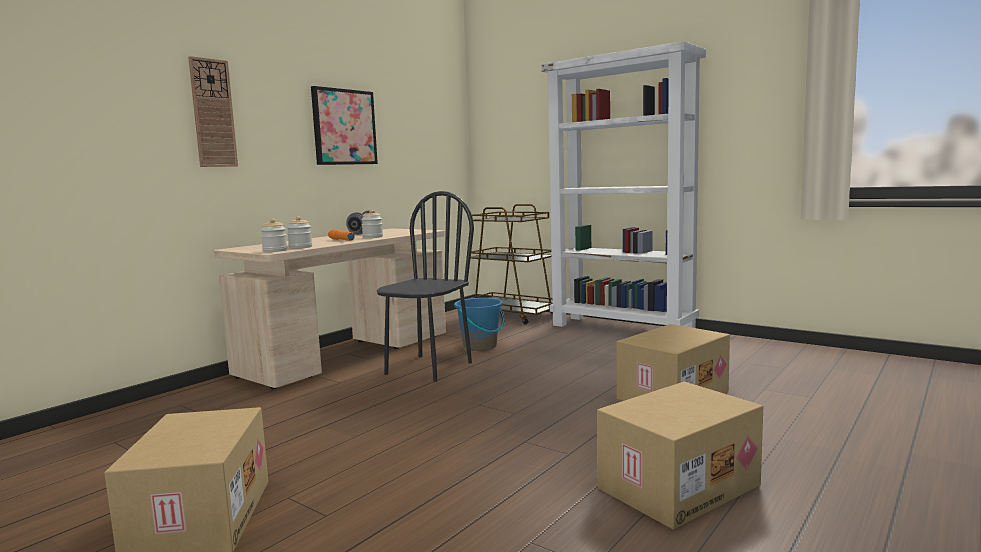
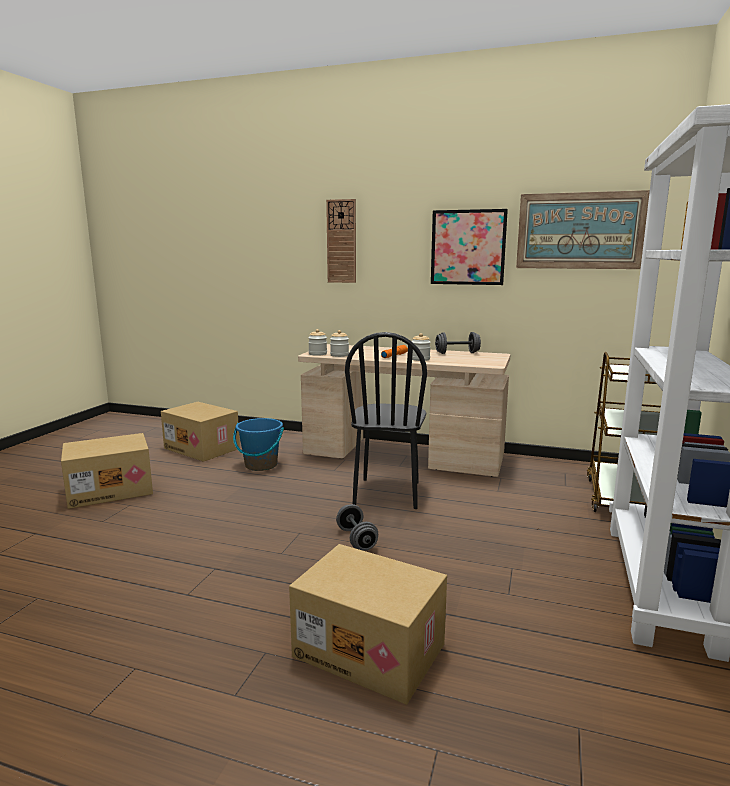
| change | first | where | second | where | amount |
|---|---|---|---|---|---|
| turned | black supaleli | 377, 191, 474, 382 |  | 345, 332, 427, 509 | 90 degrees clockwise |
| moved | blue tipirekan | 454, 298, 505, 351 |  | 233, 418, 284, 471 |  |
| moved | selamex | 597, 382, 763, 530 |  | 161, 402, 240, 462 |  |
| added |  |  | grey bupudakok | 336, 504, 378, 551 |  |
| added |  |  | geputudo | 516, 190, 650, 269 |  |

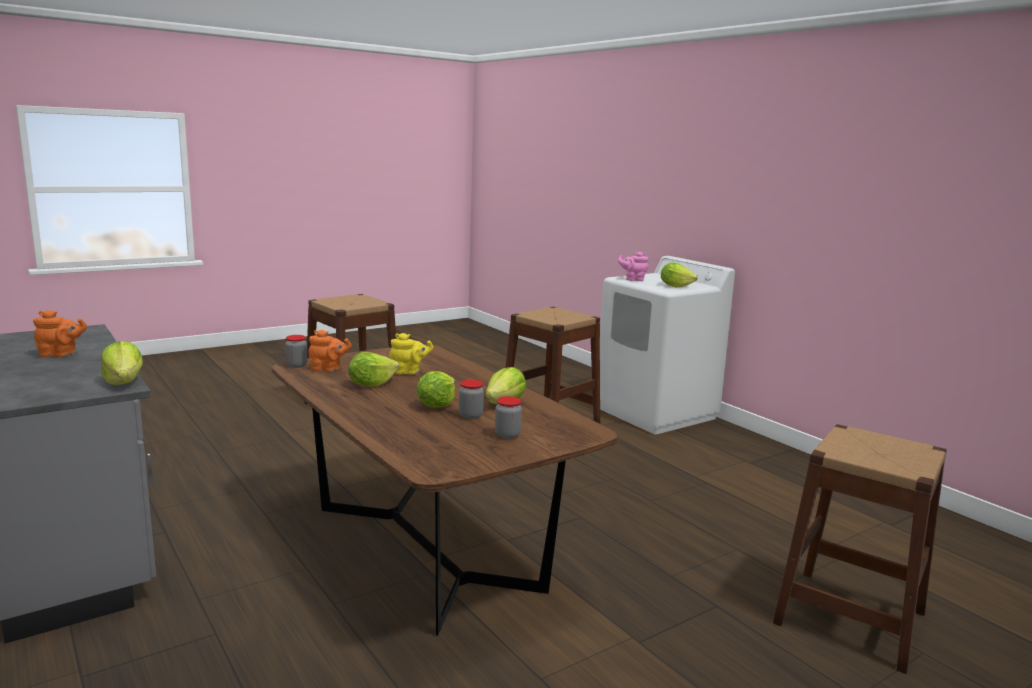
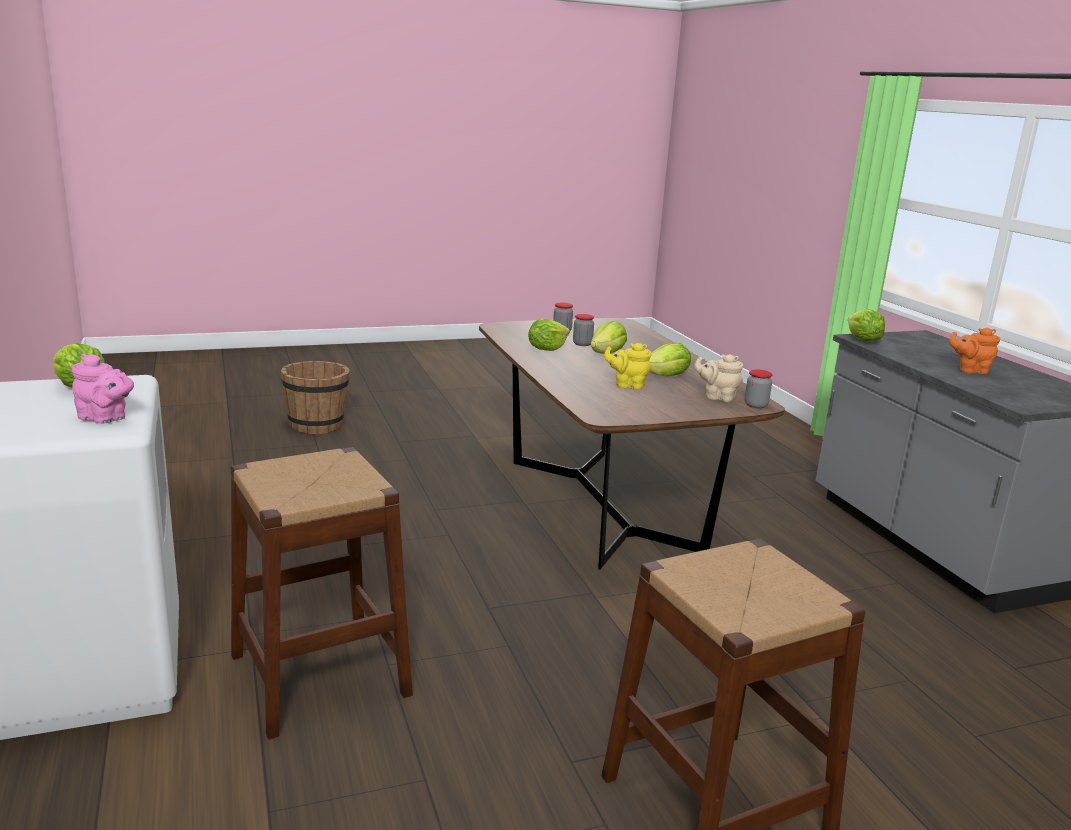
| change | first | where | second | where | amount |
|---|---|---|---|---|---|
| recoloured | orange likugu | 308, 330, 352, 372 | beige likugu | 694, 354, 743, 402 |  |
| replaced | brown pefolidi | 773, 424, 947, 674 | brown tipirekan | 280, 361, 350, 434 |  |

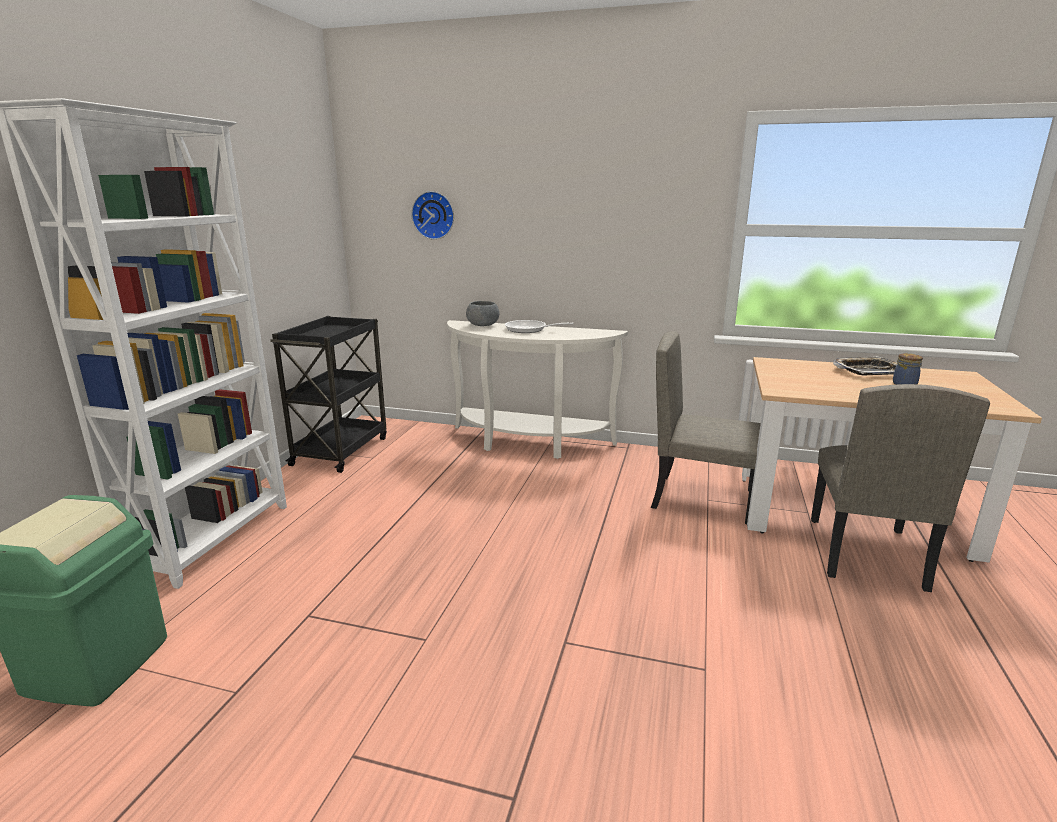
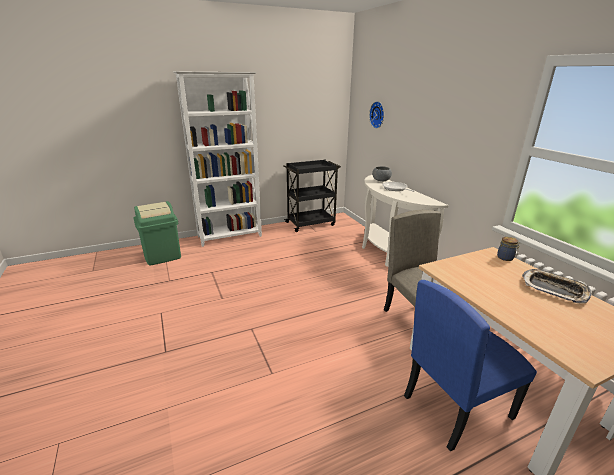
| change | first | where | second | where | amount |
|---|---|---|---|---|---|
| recoloured | beige supaleli | 811, 384, 990, 592 | blue supaleli | 404, 280, 537, 451 |  |
| moved | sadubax | 893, 353, 923, 385 |  | 497, 237, 519, 261 |  |

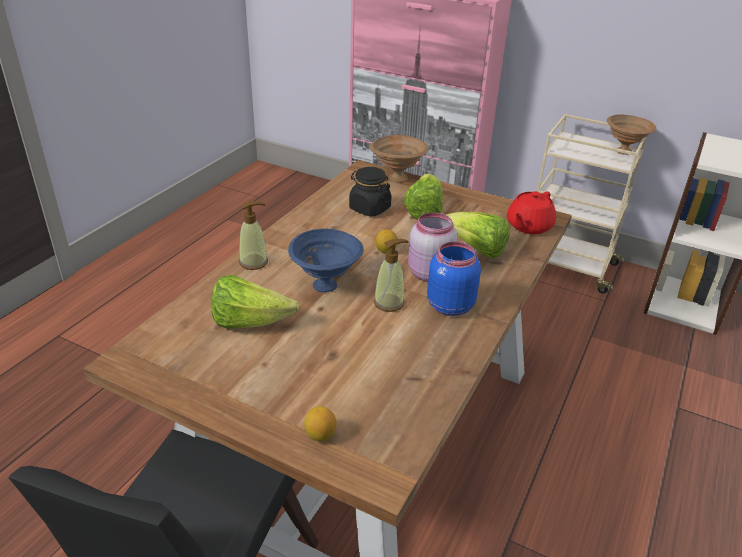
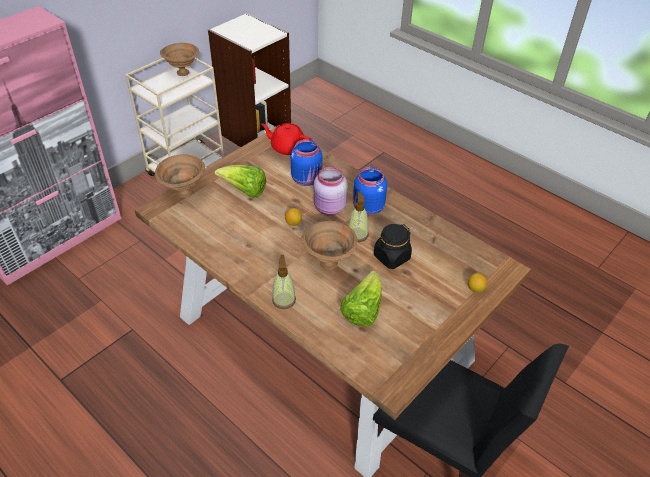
| change | first | where | second | where | amount |
|---|---|---|---|---|---|
| recoloured | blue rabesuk | 288, 229, 364, 292 | brown rabesuk | 302, 221, 357, 270 |  |
| moved | black sadubax | 349, 167, 391, 217 |  | 374, 224, 412, 269 |  |
| replaced | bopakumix | 446, 212, 510, 259 | blue sadubax | 291, 139, 323, 186 |  |
| turned | red likugu | 507, 191, 556, 234 |  | 261, 123, 312, 155 | 150 degrees clockwise |

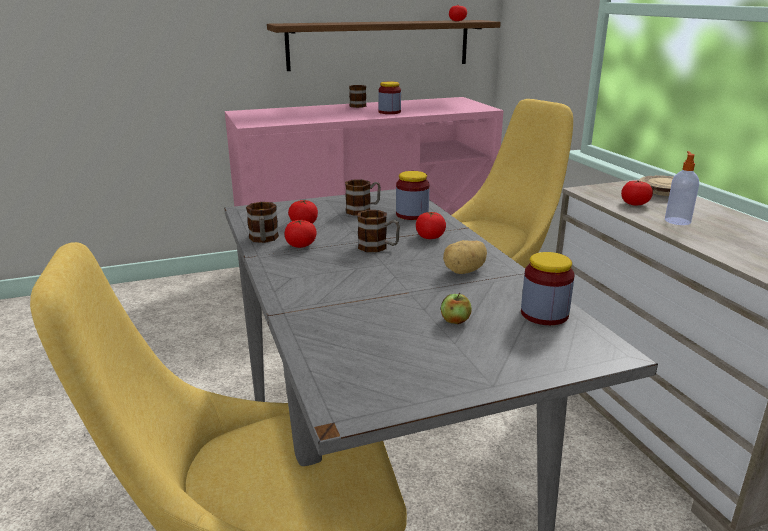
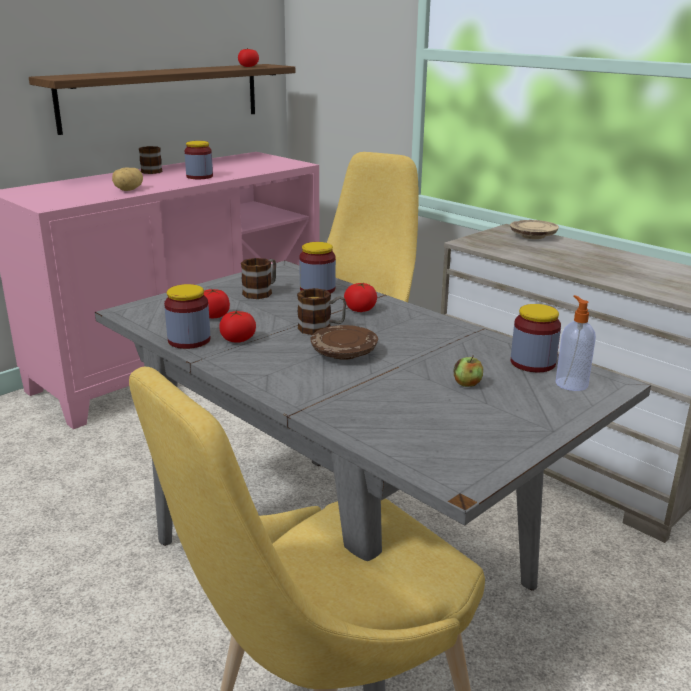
| change | first | where | second | where | amount |
|---|---|---|---|---|---|
| replaced | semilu | 246, 202, 279, 243 | sadubax | 164, 284, 210, 349 |  |
| moved | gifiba | 443, 240, 487, 274 |  | 112, 167, 143, 191 |  |
| removed | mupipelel | 621, 180, 653, 206 |  |  |  |
| moved | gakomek | 665, 151, 699, 225 |  | 555, 295, 596, 391 |  |
| added |  |  | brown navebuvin | 310, 325, 378, 360 |  |

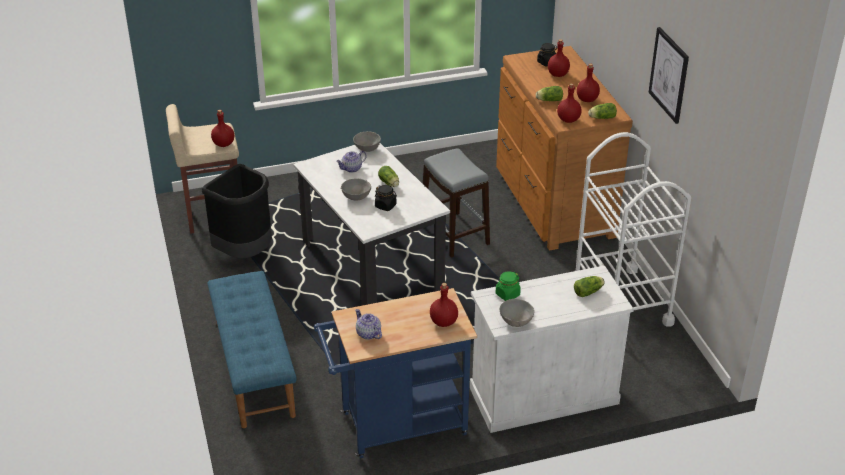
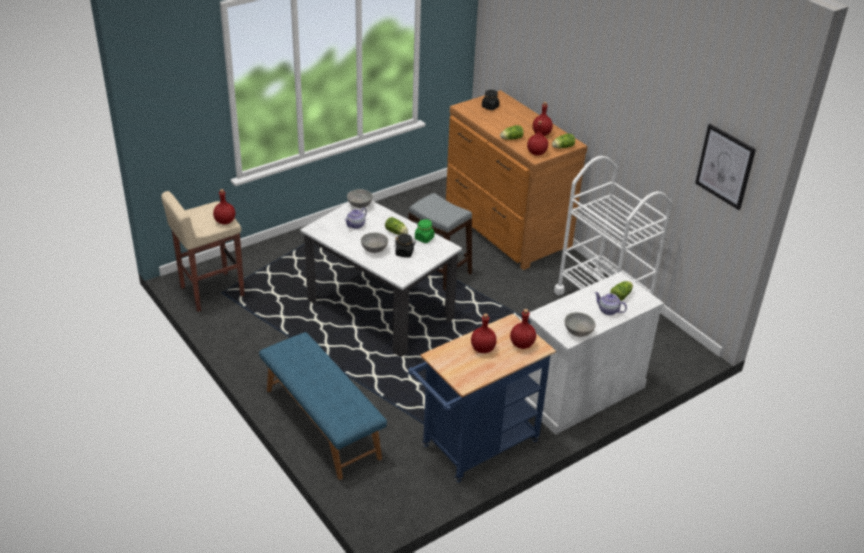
| change | first | where | second | where | amount |
|---|---|---|---|---|---|
| removed | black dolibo | 202, 164, 272, 258 |  |  |  |
| moved | likugu | 355, 309, 382, 340 |  | 595, 292, 627, 315 |  |
| moved | green sadubax | 496, 271, 521, 301 |  | 415, 219, 434, 243 |  |
| moved | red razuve | 548, 39, 570, 77 |  | 471, 313, 497, 353 |  |
| moved | geputudo | 648, 27, 689, 124 |  | 695, 124, 756, 210 |  |

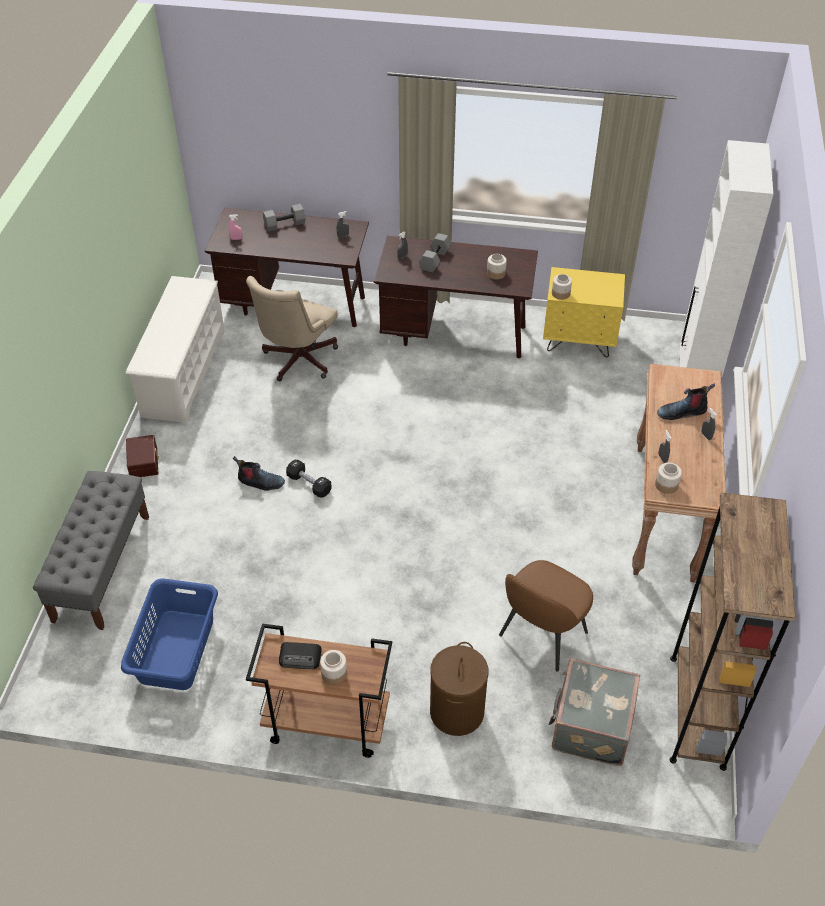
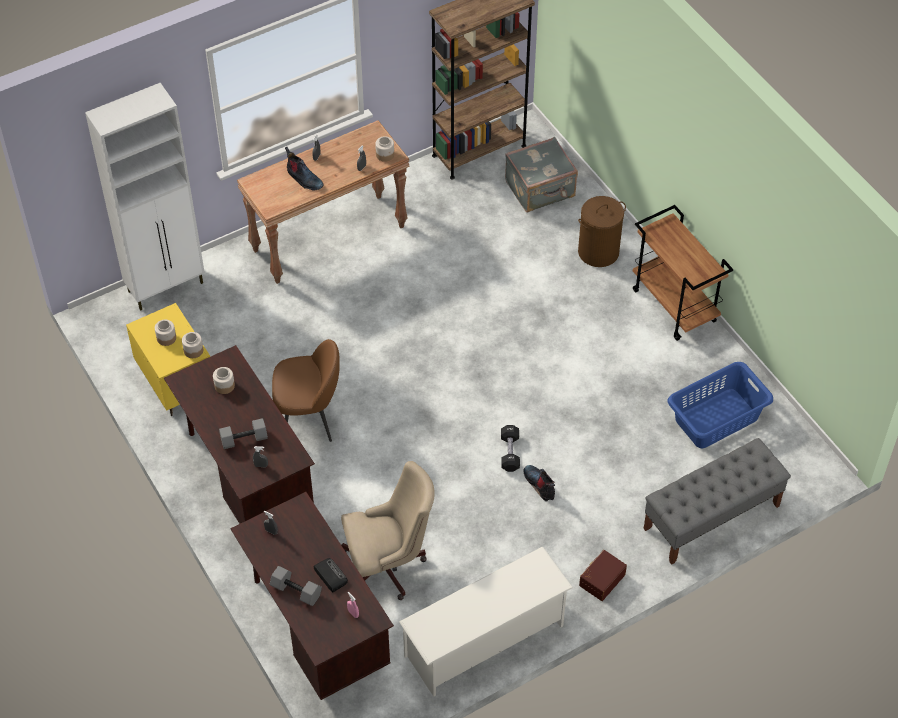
| change | first | where | second | where | amount |
|---|---|---|---|---|---|
| moved | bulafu | 279, 642, 322, 669 |  | 314, 558, 348, 592 |  |
| moved | sadubax | 320, 650, 347, 685 |  | 155, 320, 176, 346 |  |
| moved | brown supaleli | 499, 560, 593, 672 |  | 272, 339, 340, 442 |  |

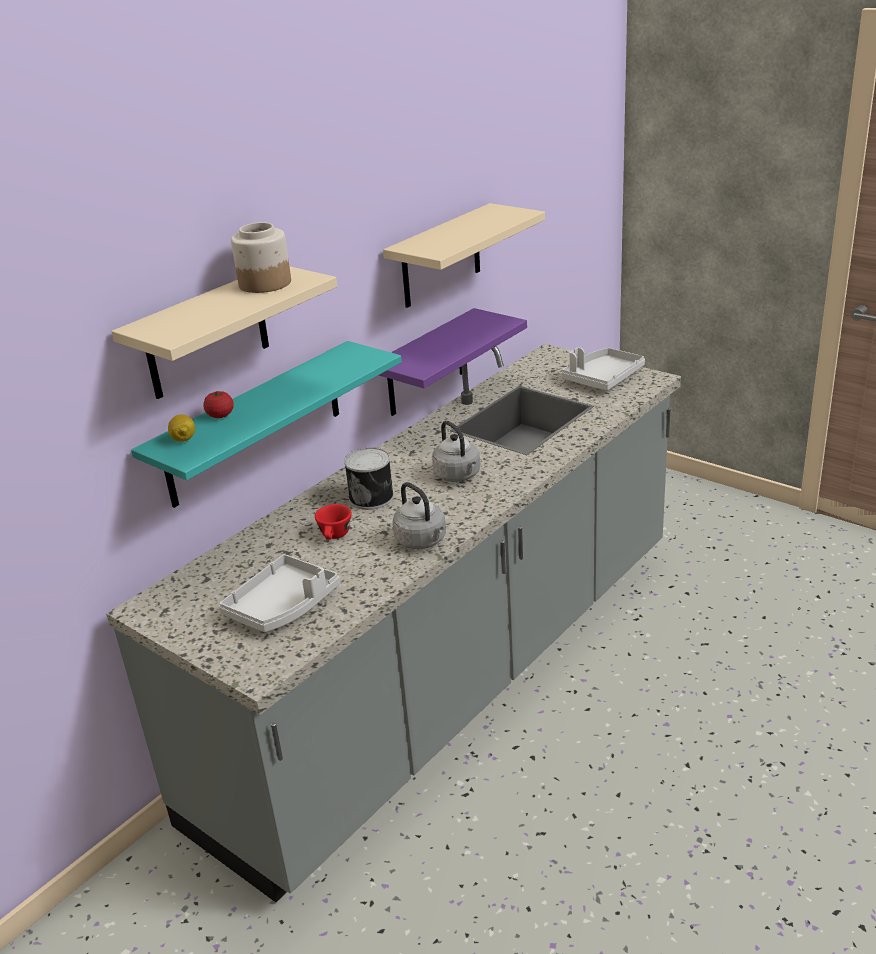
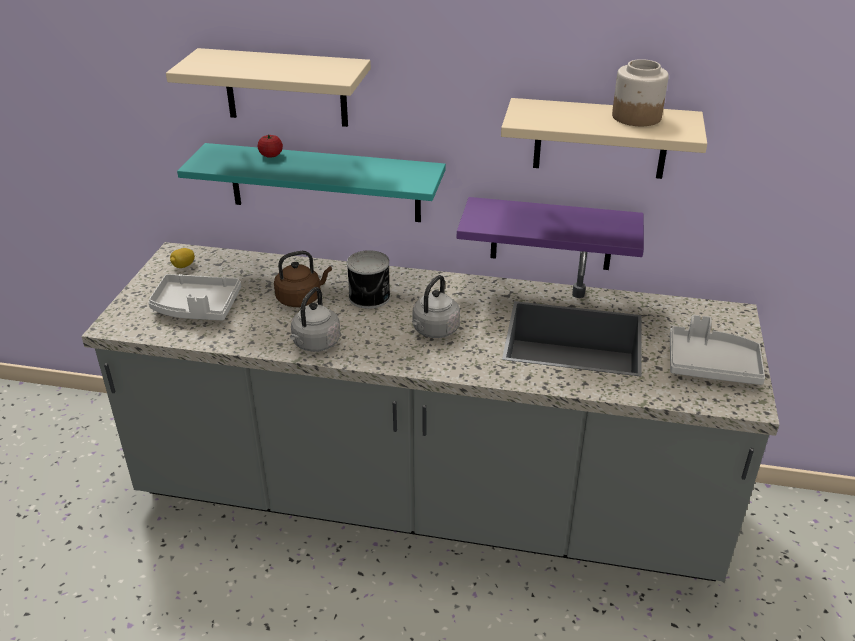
| change | first | where | second | where | amount |
|---|---|---|---|---|---|
| moved | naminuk | 168, 415, 195, 442 |  | 170, 248, 195, 268 |  |
| moved | sadubax | 231, 222, 291, 293 |  | 612, 59, 669, 126 |  |
| replaced | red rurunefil | 315, 504, 351, 540 | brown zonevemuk | 274, 251, 332, 307 |  |

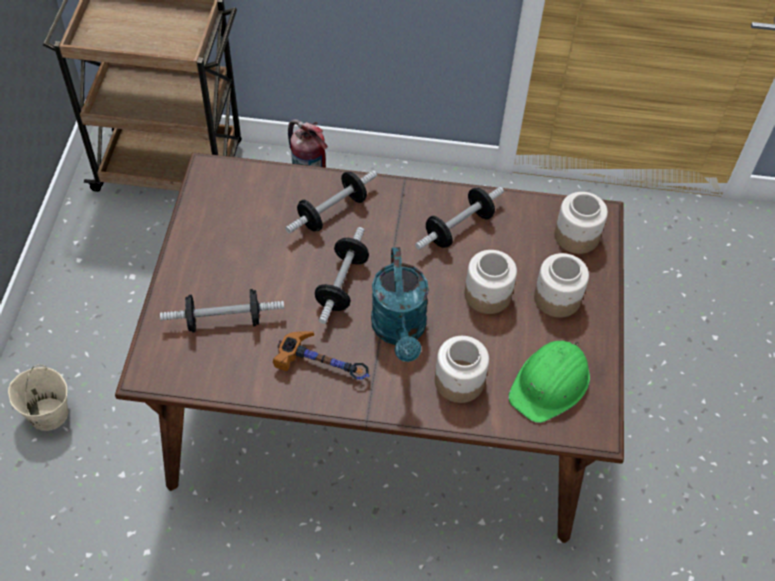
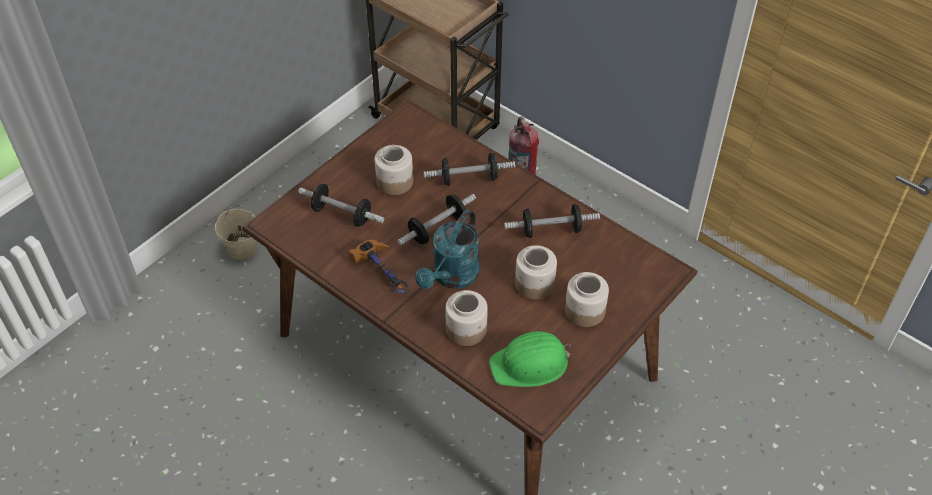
| change | first | where | second | where | amount |
|---|---|---|---|---|---|
| moved | sadubax | 555, 192, 608, 254 |  | 375, 145, 413, 195 |  |

